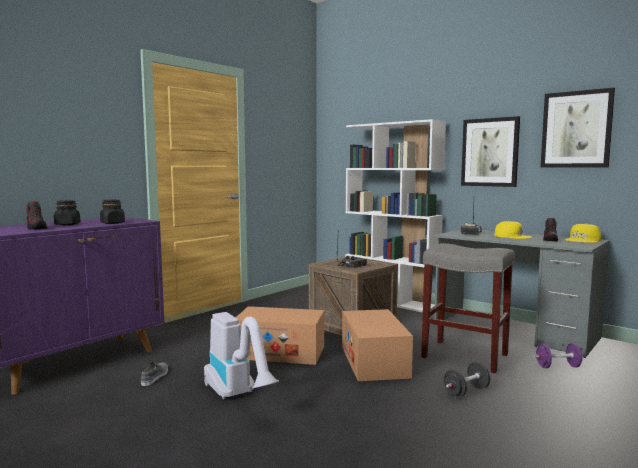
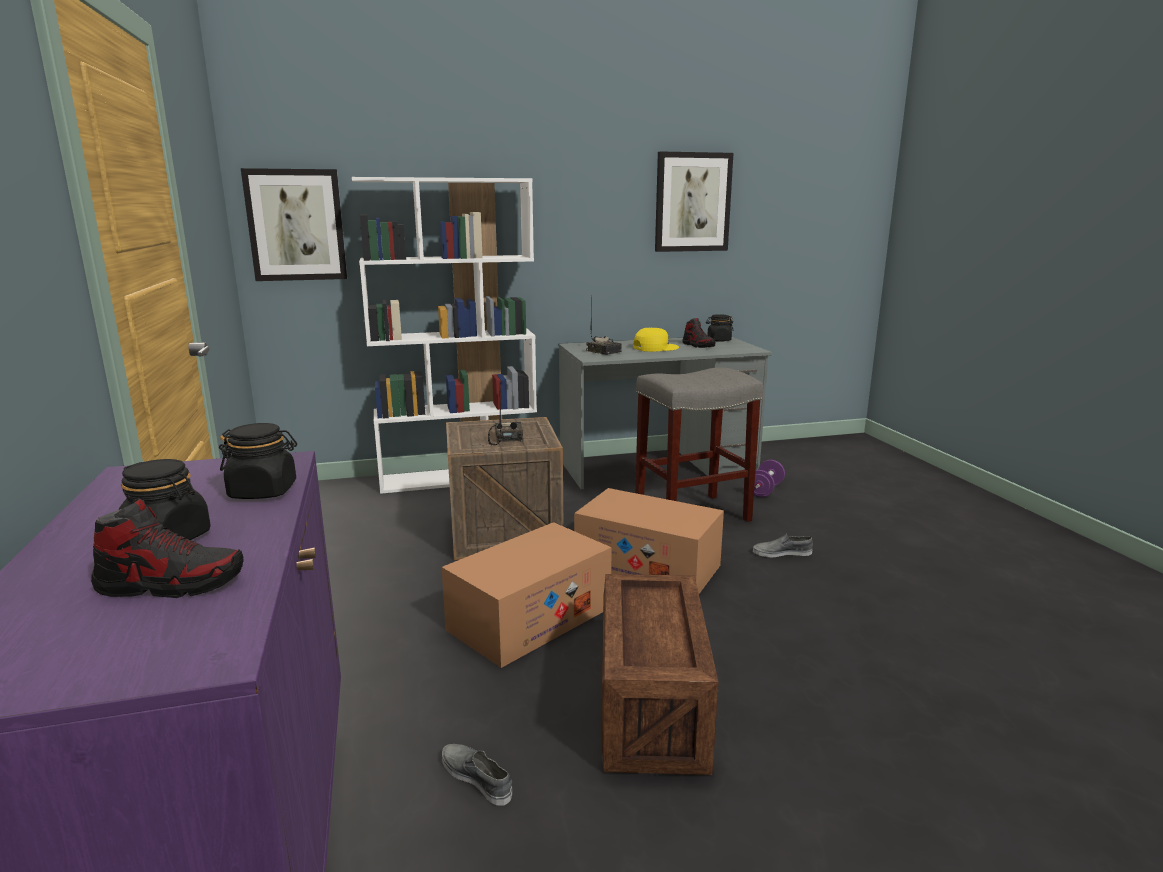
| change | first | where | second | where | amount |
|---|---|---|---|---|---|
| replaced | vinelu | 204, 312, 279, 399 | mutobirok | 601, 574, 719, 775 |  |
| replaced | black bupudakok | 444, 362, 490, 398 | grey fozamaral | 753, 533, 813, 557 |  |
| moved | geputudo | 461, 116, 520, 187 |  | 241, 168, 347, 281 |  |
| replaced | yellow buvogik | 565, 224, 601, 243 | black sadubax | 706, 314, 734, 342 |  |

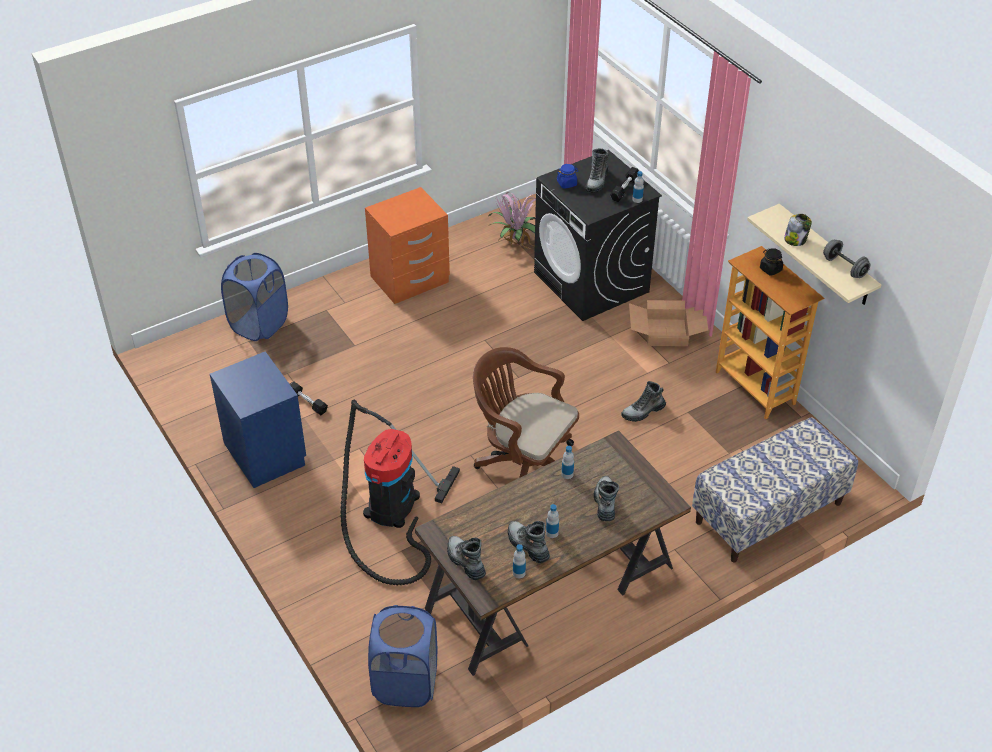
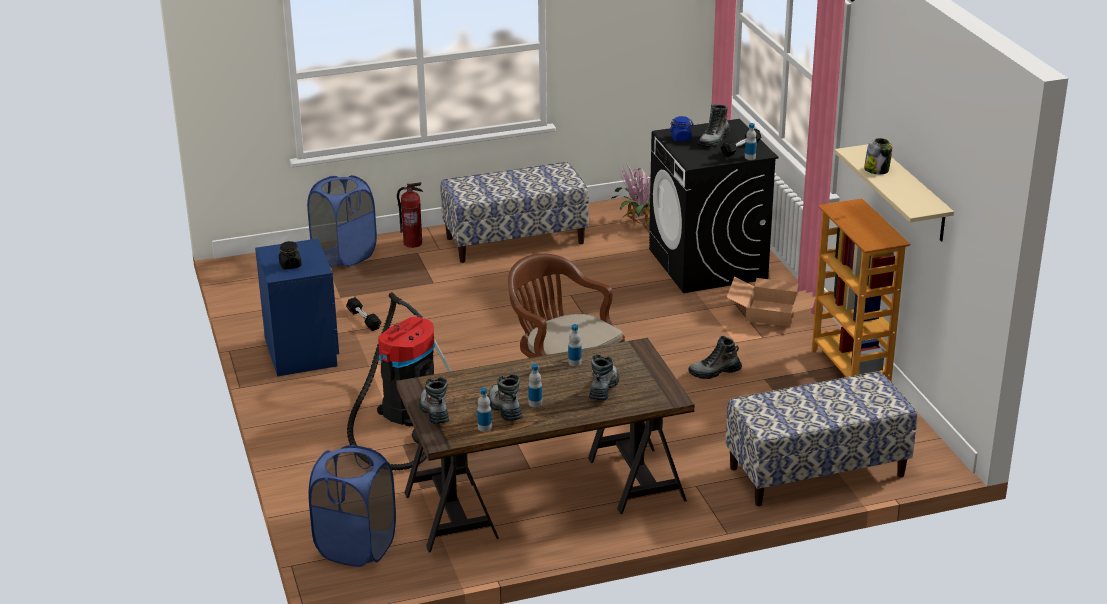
| change | first | where | second | where | amount |
|---|---|---|---|---|---|
| replaced | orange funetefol | 365, 187, 450, 304 | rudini | 440, 162, 589, 263 |  |
| moved | black sadubax | 760, 248, 783, 276 |  | 279, 241, 302, 270 |  |
| removed | grey bupudakok | 823, 240, 870, 278 |  |  |  |
| added |  |  | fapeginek | 397, 182, 423, 248 |  |

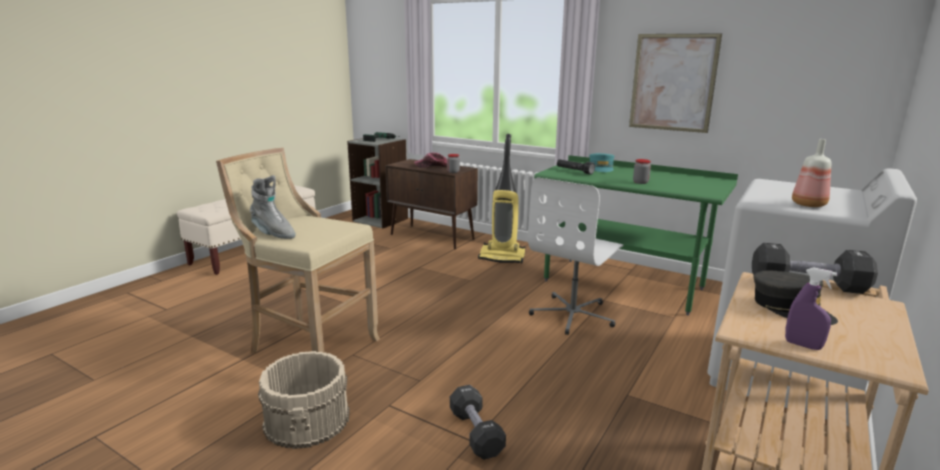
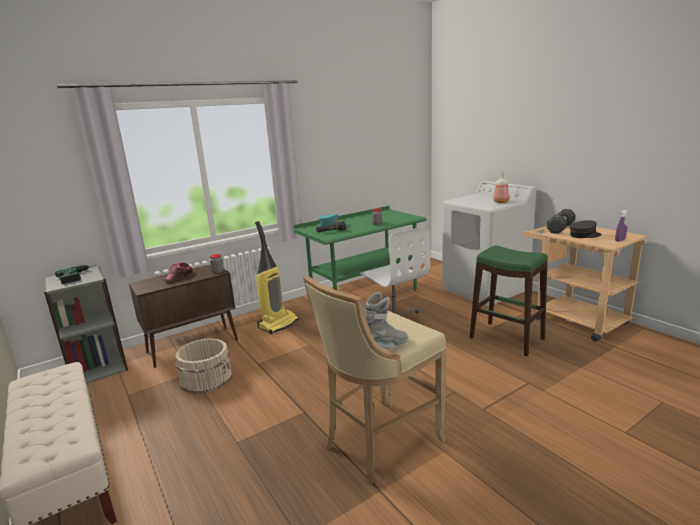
| change | first | where | second | where | amount |
|---|---|---|---|---|---|
| moved | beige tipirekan | 258, 351, 350, 449 |  | 175, 338, 233, 394 |  |
| removed | black bupudakok | 450, 385, 506, 460 |  |  |  |
| removed | geputudo | 629, 33, 722, 133 |  |  |  |
| added |  |  | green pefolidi | 470, 245, 548, 356 |  |

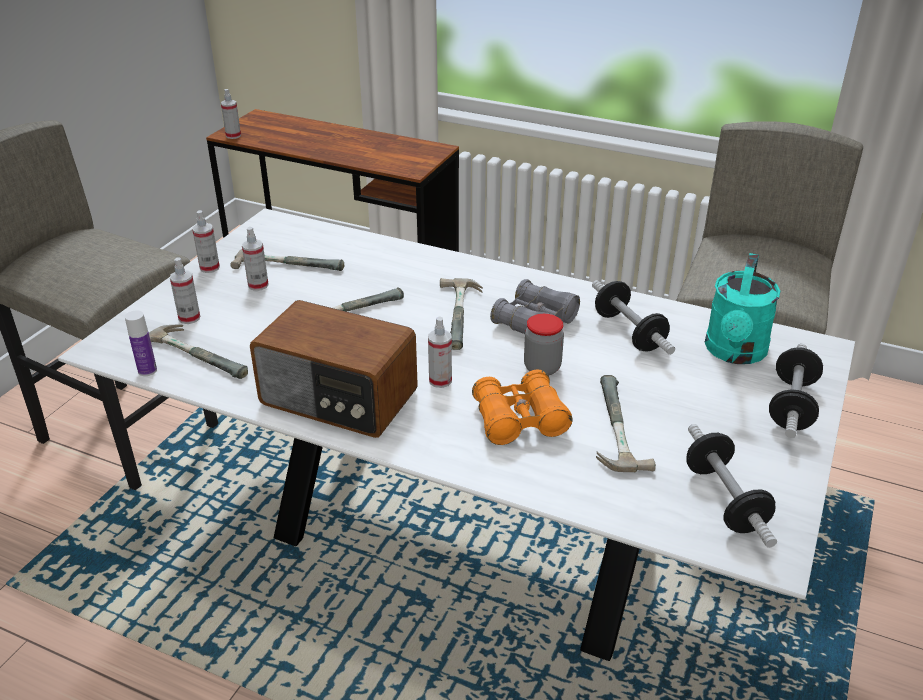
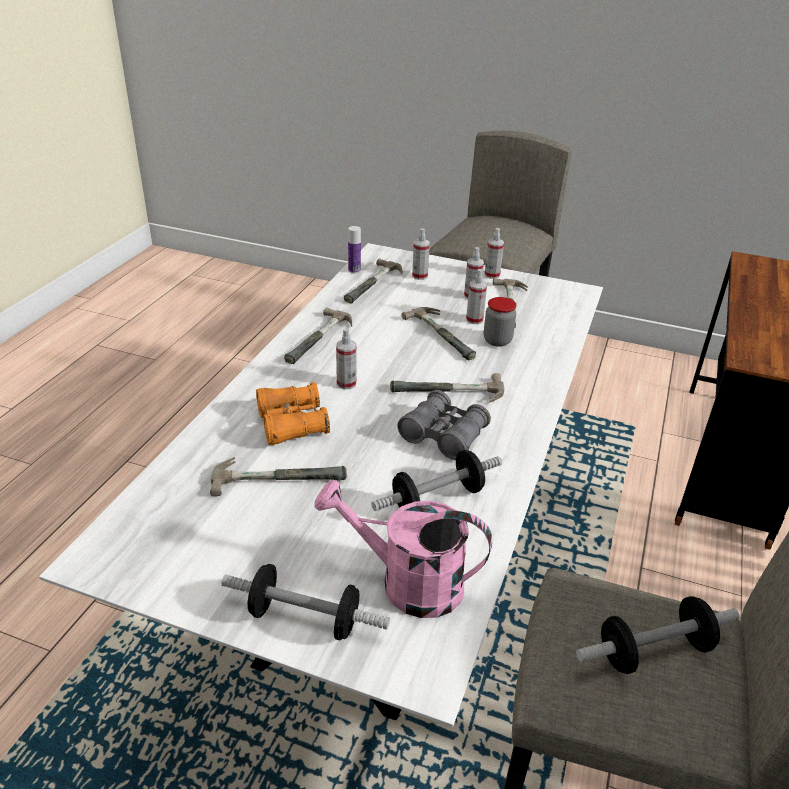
| change | first | where | second | where | amount |
|---|---|---|---|---|---|
| moved | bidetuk | 221, 89, 241, 139 |  | 466, 269, 487, 324 |  |
| replaced | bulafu | 250, 300, 418, 438 | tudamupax | 284, 308, 352, 364 |  |
| moved | sadubax | 524, 314, 564, 376 |  | 484, 297, 516, 347 |  |
| moved | bupudakok | 687, 424, 777, 548 |  | 576, 596, 740, 674 |  |
| recoloured | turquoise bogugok | 705, 253, 780, 364 | pink bogugok | 314, 480, 492, 618 |  |

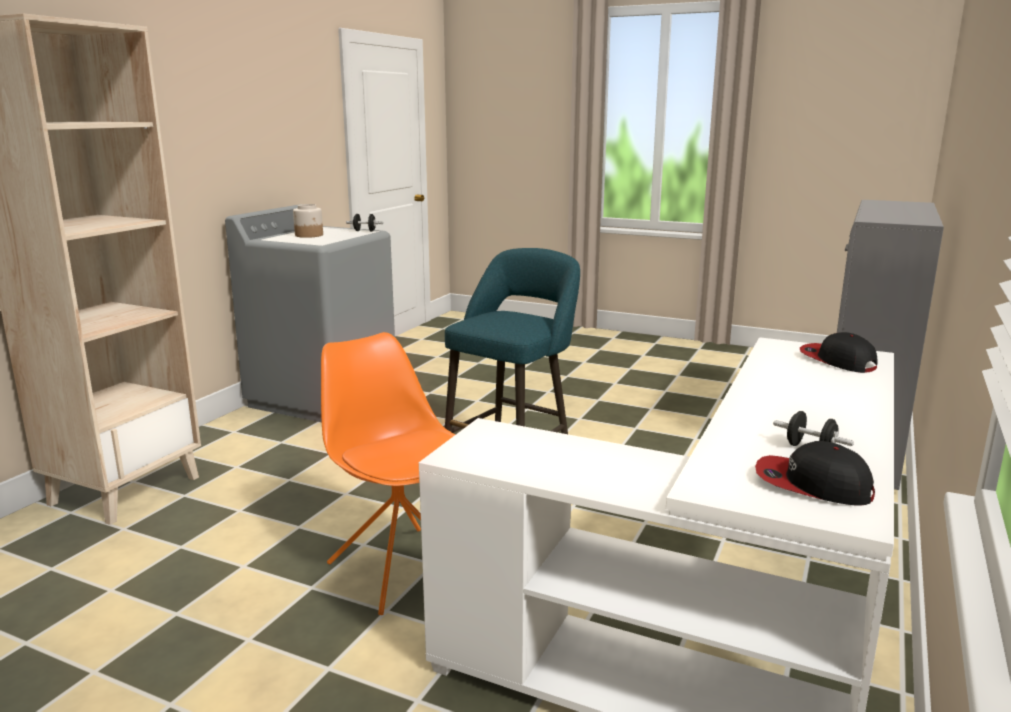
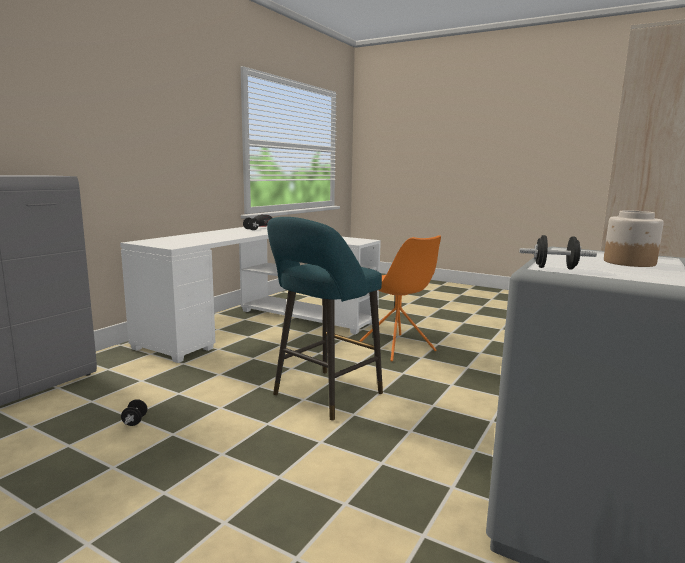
| change | first | where | second | where | amount |
|---|---|---|---|---|---|
| removed | buvogik | 800, 332, 877, 373 |  |  |  |
| added |  |  | black bupudakok | 121, 399, 147, 426 |  |

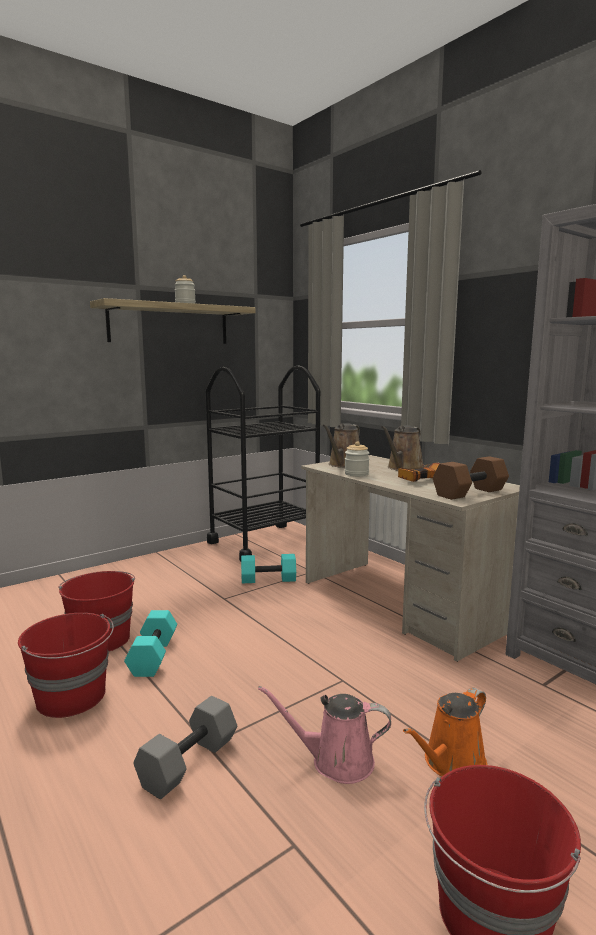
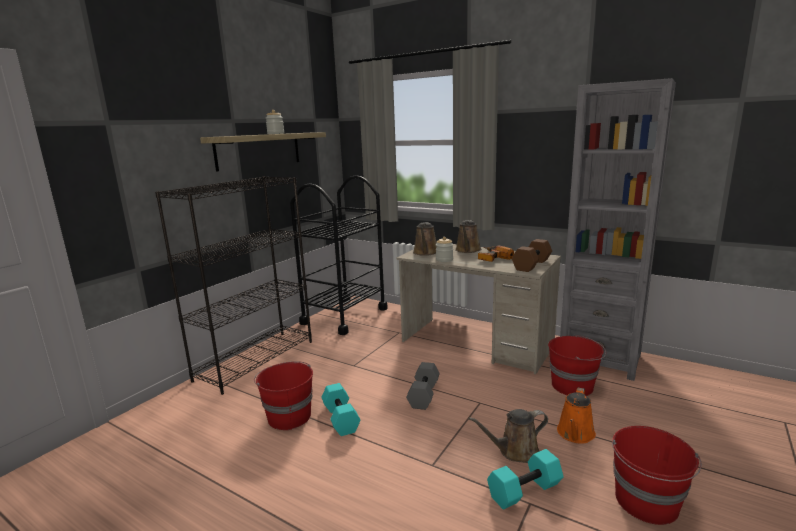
| change | first | where | second | where | amount |
|---|---|---|---|---|---|
| moved | red tipirekan | 18, 613, 114, 718 |  | 548, 334, 606, 396 |  |
| moved | grey bupudakok | 133, 696, 237, 799 |  | 406, 362, 440, 410 |  |
| moved | turquoise bupudakok | 241, 554, 296, 584 |  | 487, 449, 564, 510 |  |
| recoloured | pink bogugok | 258, 686, 391, 784 | brown bogugok | 468, 409, 548, 463 |  |
| added |  |  | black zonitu | 155, 176, 312, 395 |  |

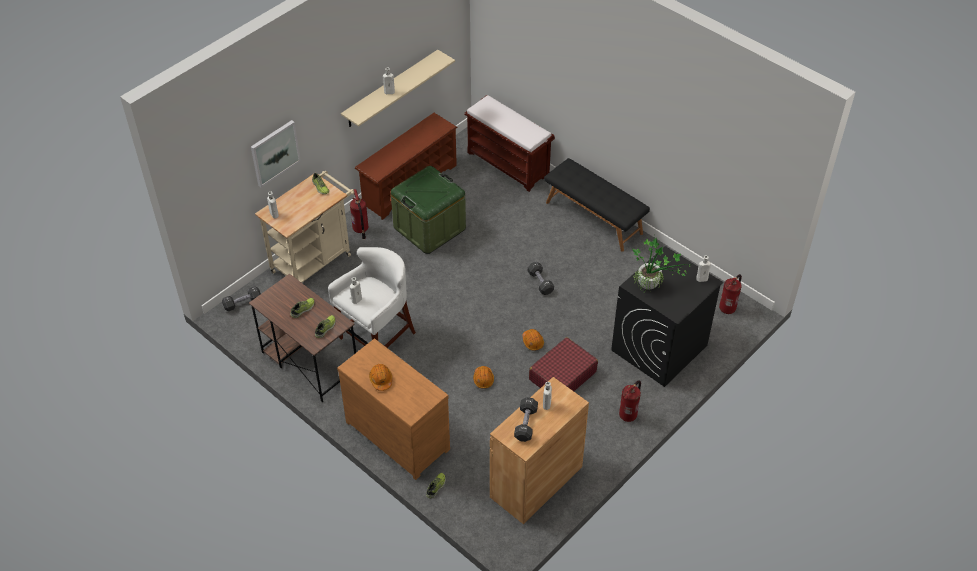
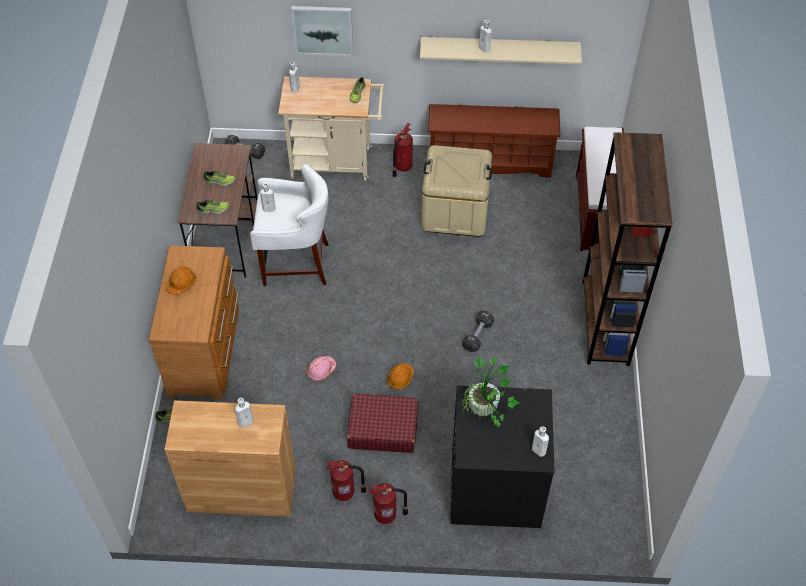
| change | first | where | second | where | amount |
|---|---|---|---|---|---|
| recoloured | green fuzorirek | 391, 166, 466, 254 | beige fuzorirek | 421, 145, 492, 237 |  |
| recoloured | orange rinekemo | 473, 366, 494, 389 | pink rinekemo | 307, 356, 336, 381 |  |
| removed | black bupudakok | 514, 397, 538, 442 |  |  |  |
| replaced | black rudini | 544, 158, 650, 252 | brown zonitu | 582, 132, 673, 366 |  |
| moved | fapeginek | 719, 274, 742, 314 |  | 326, 460, 366, 501 |  |

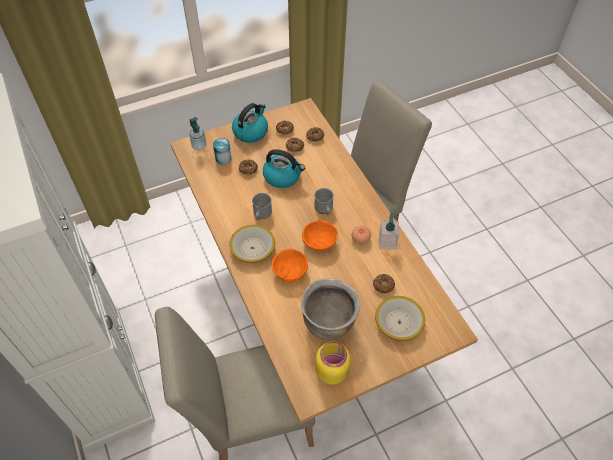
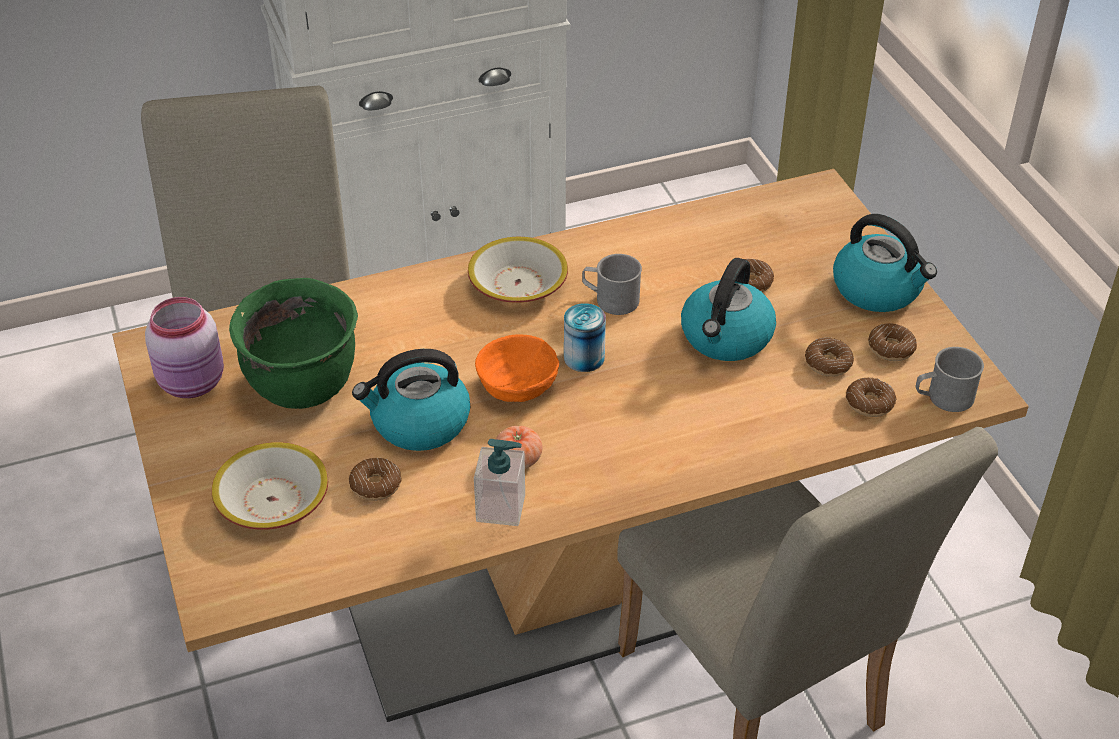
| change | first | where | second | where | amount |
|---|---|---|---|---|---|
| removed | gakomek | 189, 117, 207, 151 |  |  |  |
| moved | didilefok | 213, 138, 231, 164 |  | 564, 303, 606, 372 |  |
| removed | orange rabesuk | 272, 249, 308, 282 |  |  |  |
| recoloured | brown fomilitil | 301, 278, 360, 340 | green fomilitil | 229, 278, 358, 409 |  |
| moved | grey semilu | 314, 188, 334, 215 |  | 916, 347, 984, 412 |  |
| recoloured | yellow sadubax | 315, 342, 351, 385 | pink sadubax | 145, 297, 224, 398 |  |
| added |  |  | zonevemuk | 352, 349, 470, 451 |  |

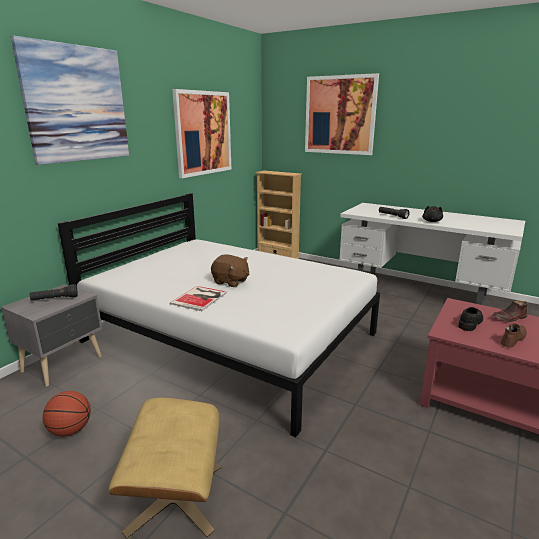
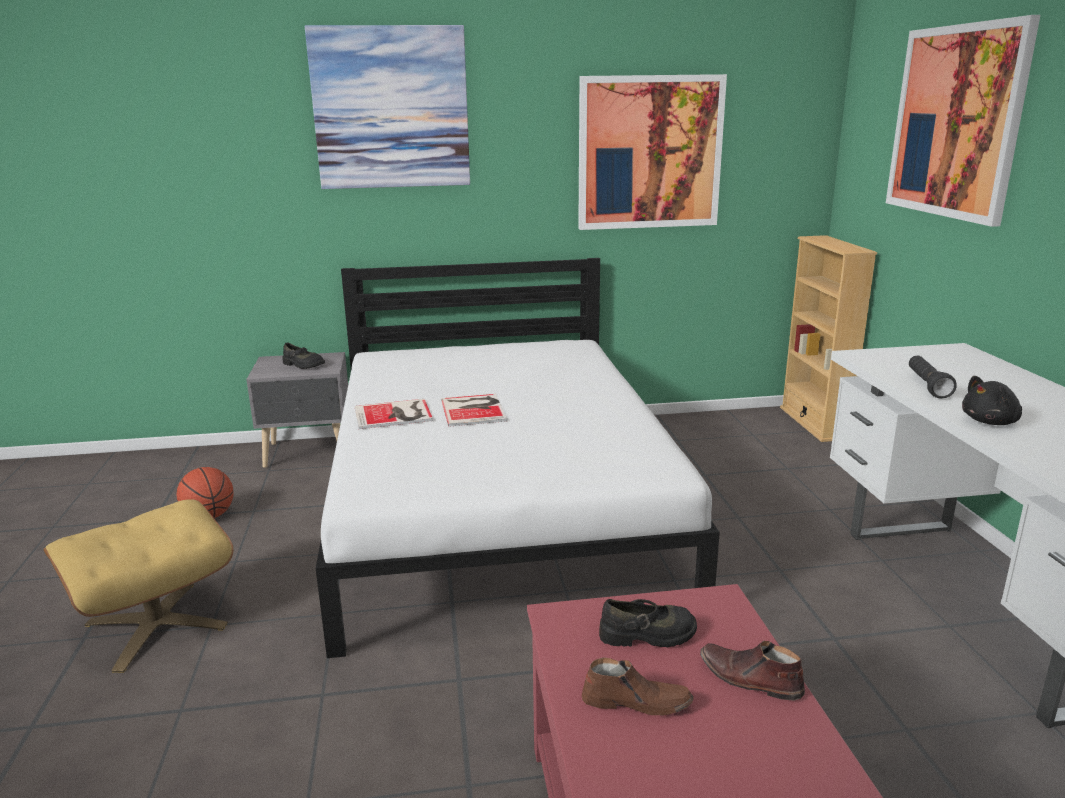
| change | first | where | second | where | amount |
|---|---|---|---|---|---|
| replaced | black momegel | 30, 284, 78, 301 | black fozamaral | 282, 343, 325, 369 |  |
| replaced | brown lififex | 211, 254, 249, 287 | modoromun | 441, 394, 507, 426 |  |

